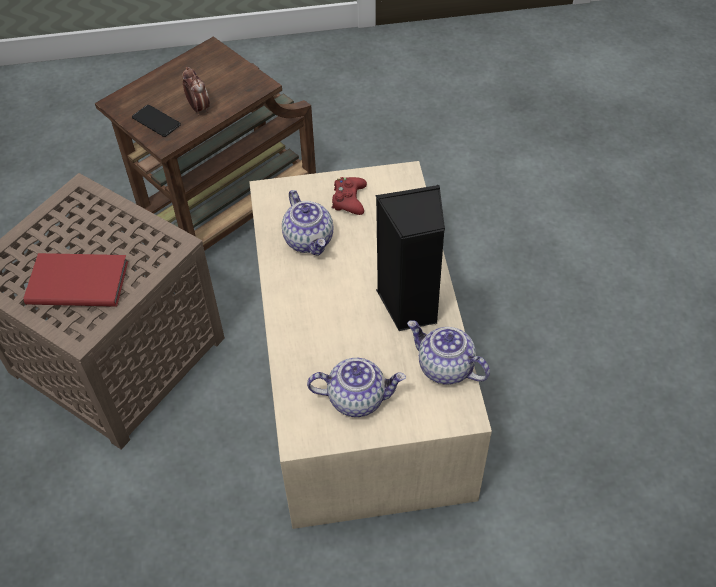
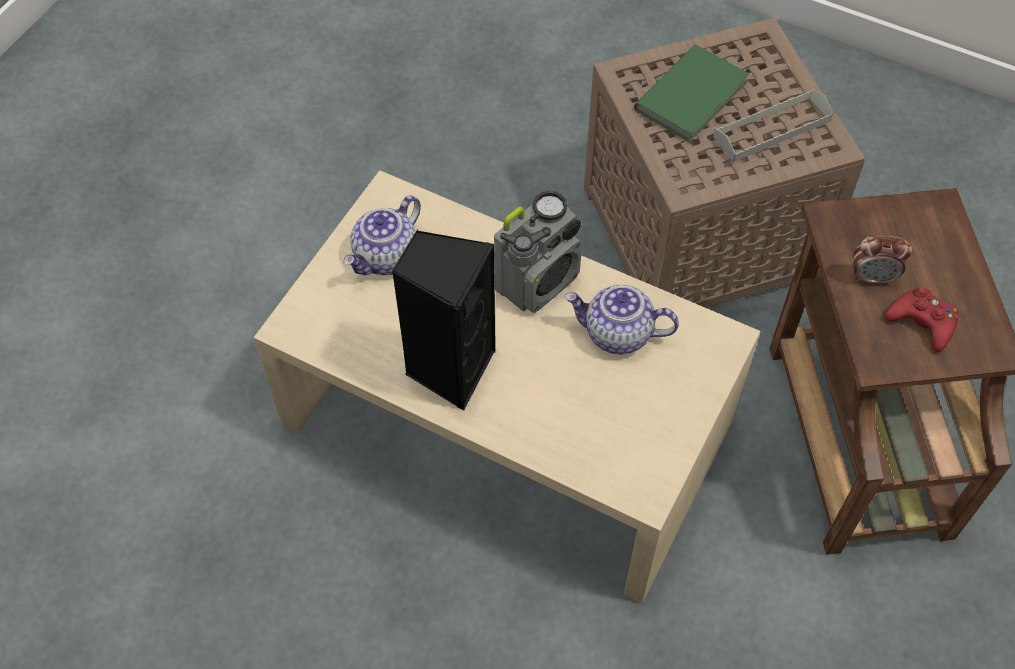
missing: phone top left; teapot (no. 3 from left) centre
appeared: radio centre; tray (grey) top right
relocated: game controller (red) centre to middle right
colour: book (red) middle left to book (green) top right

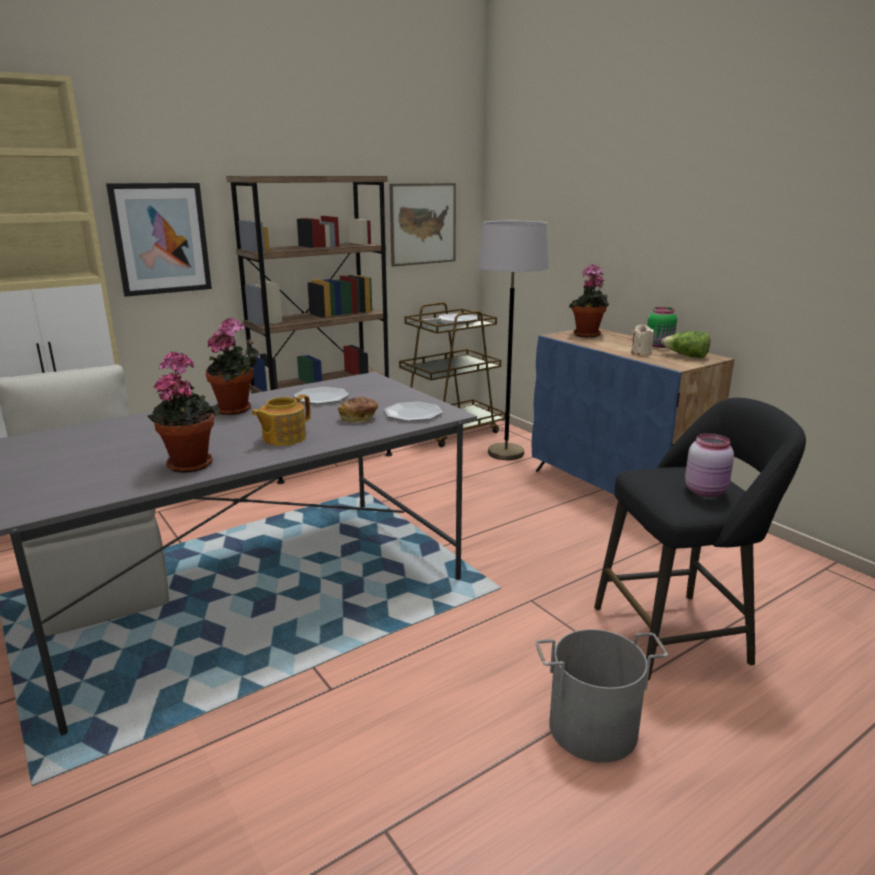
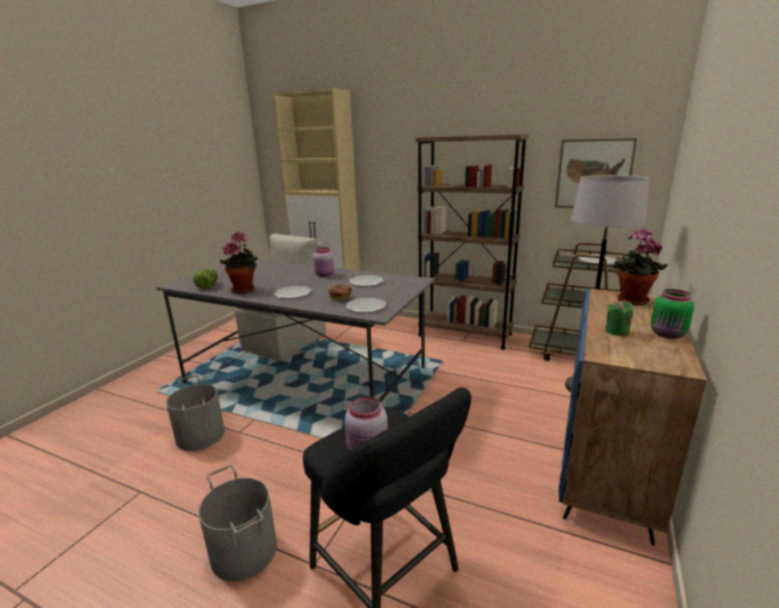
missing: picture (no. 1 from left) top left
appeared: bucket (grey) (no. 1 from left) bottom left
relocated: lettuce middle right to middle left
exchanged: potted plant (no. 2 from left) middle left to jar (pink) (no. 1 from left) centre; teapot middle left to plate (no. 1 from left) centre
colour: candle (beige) middle right to candle (green) middle right

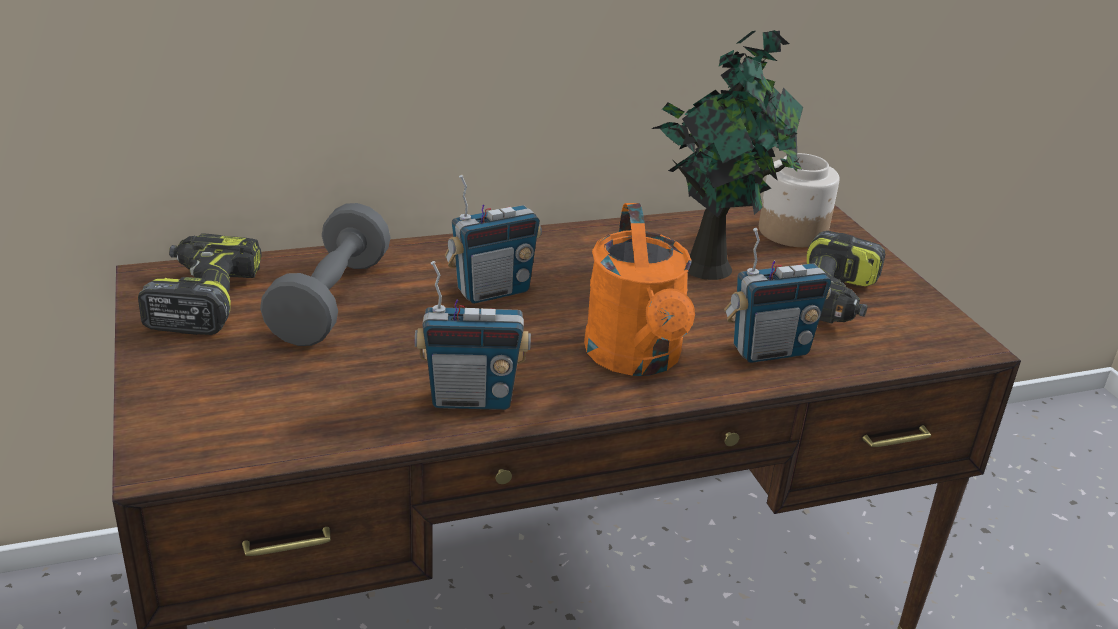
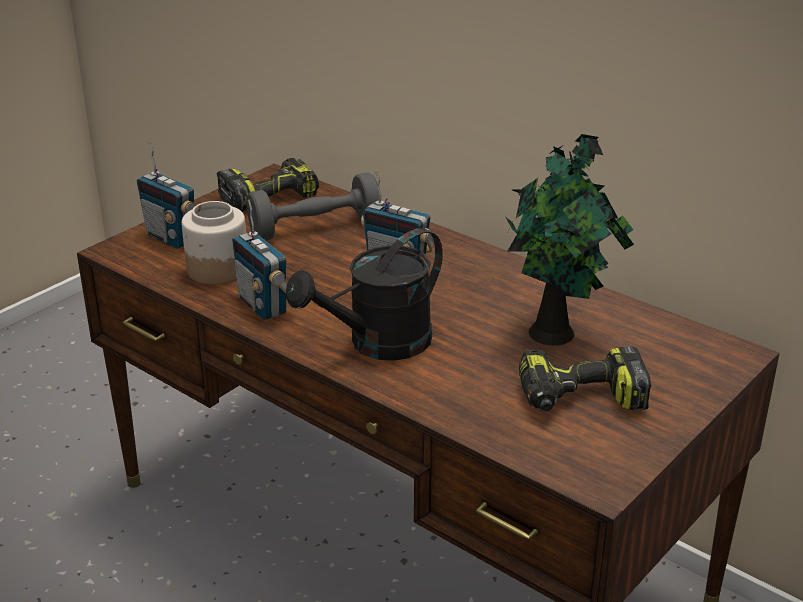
relocated: radio (no. 3 from left in the first image) middle right to radio (no. 1 from left) top left; jar top right to middle left
colour: watering can (orange) centre to watering can (black) centre

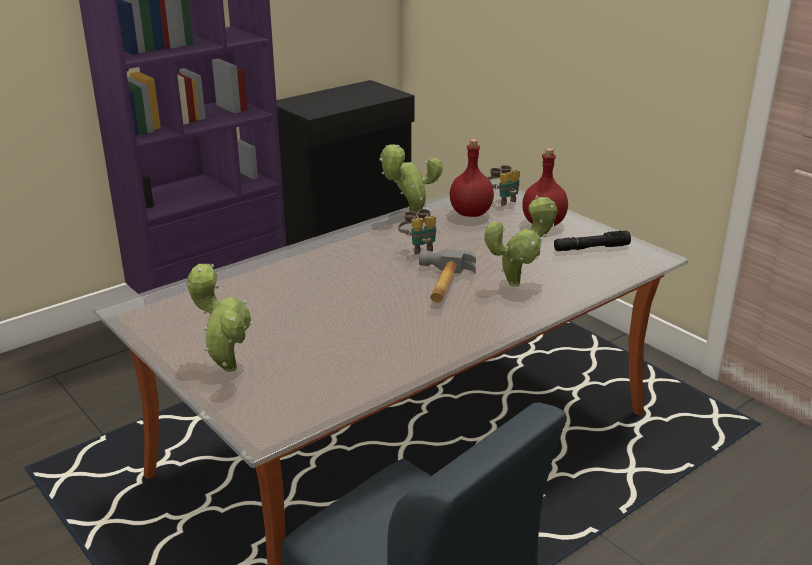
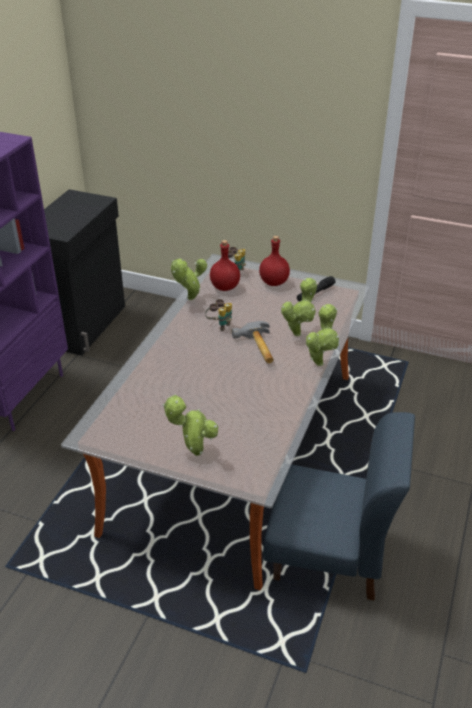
appeared: potted plant (no. 4 from left) middle right

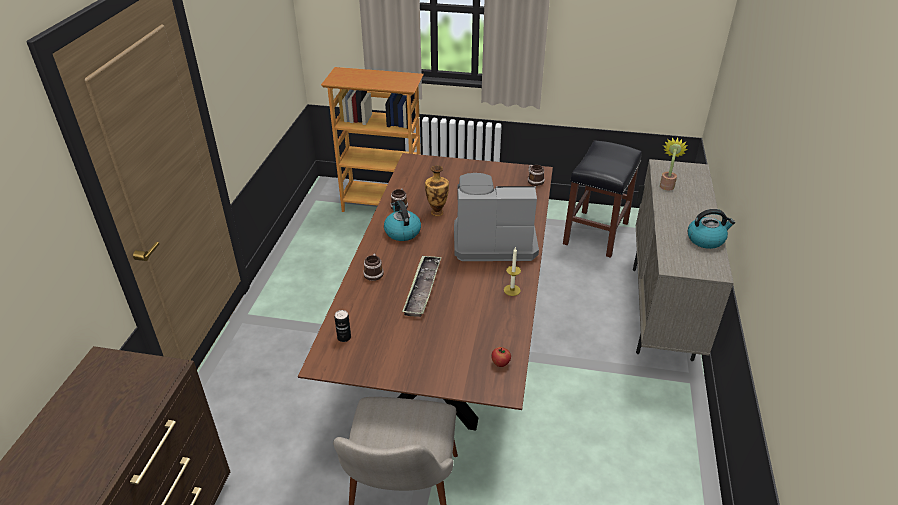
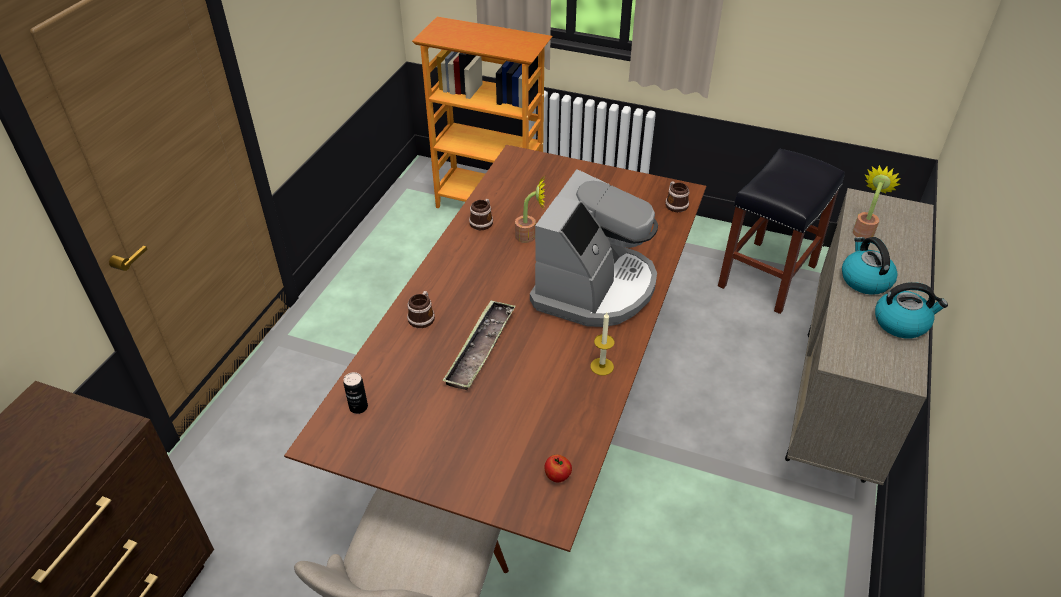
relocated: kettle (no. 1 from left) centre to middle right
exchanged: vase centre to potted plant (no. 1 from left) centre
spun: coffee machine centre = centre 105 degrees clockwise

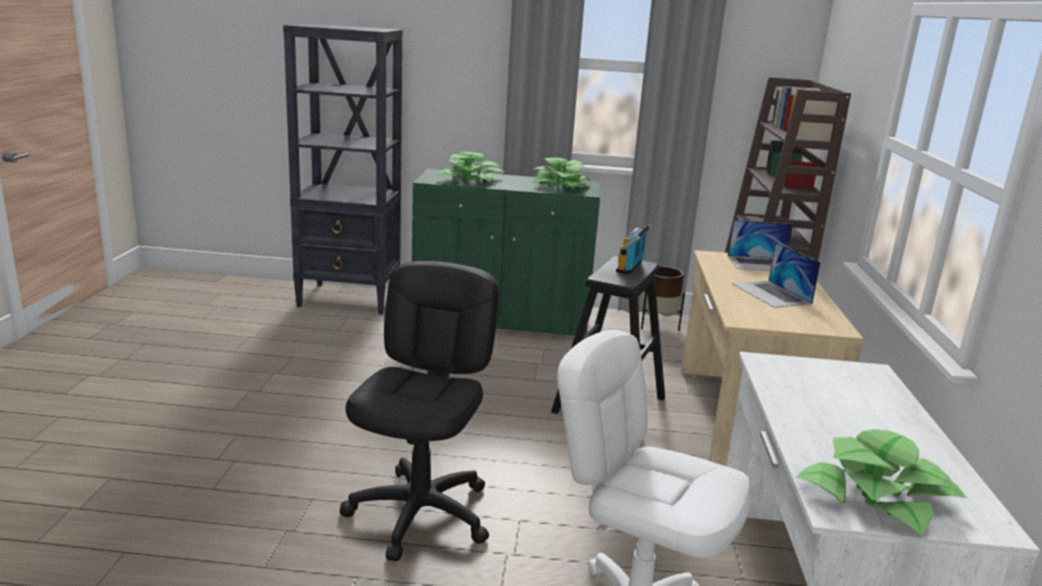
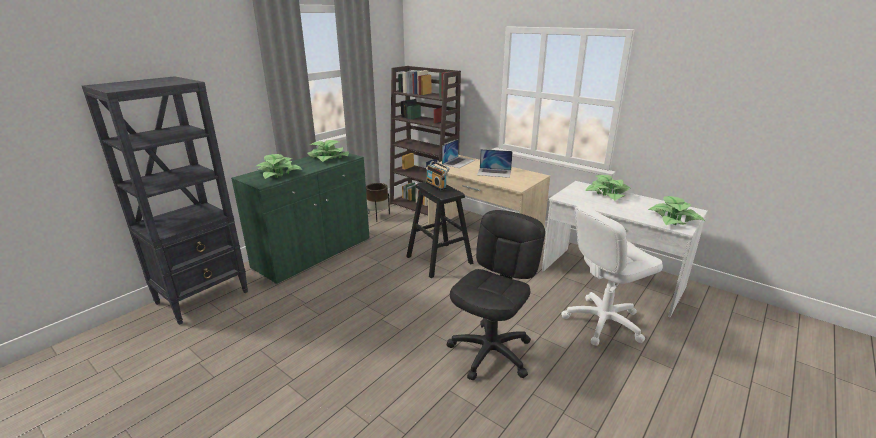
appeared: potted plant (no. 3 from left) middle right
spun: office chair (black) bottom centre = bottom centre 75 degrees clockwise

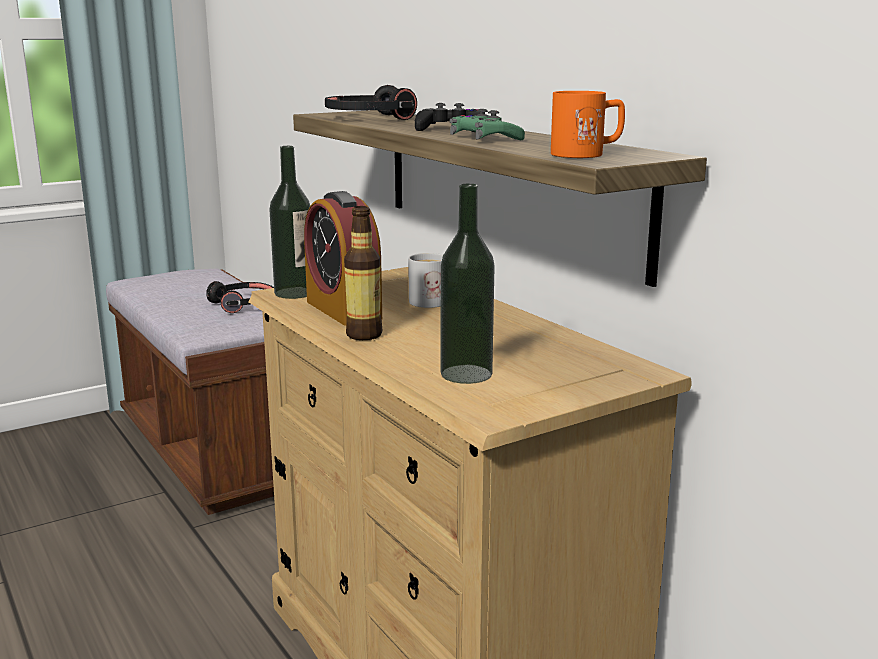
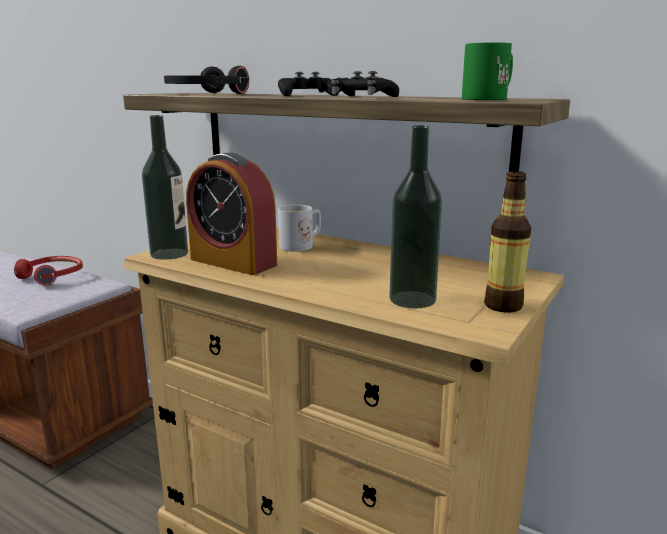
relocated: bottle (no. 2 from left in the first image) centre to bottle (no. 3 from left) middle right
colour: headphones (black) (no. 1 from left) middle left to headphones (red) middle left; game controller (green) top centre to game controller (black) (no. 2 from left) top centre; mug (orange) top right to mug (green) top right

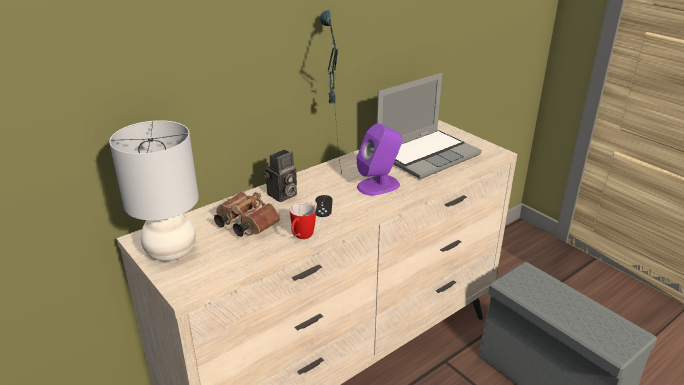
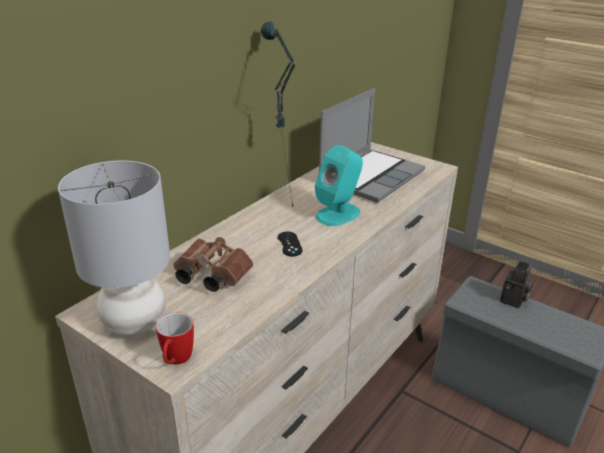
relocated: photo camera centre to middle right; mug centre to bottom left
colour: speaker (purple) centre to speaker (turquoise) centre

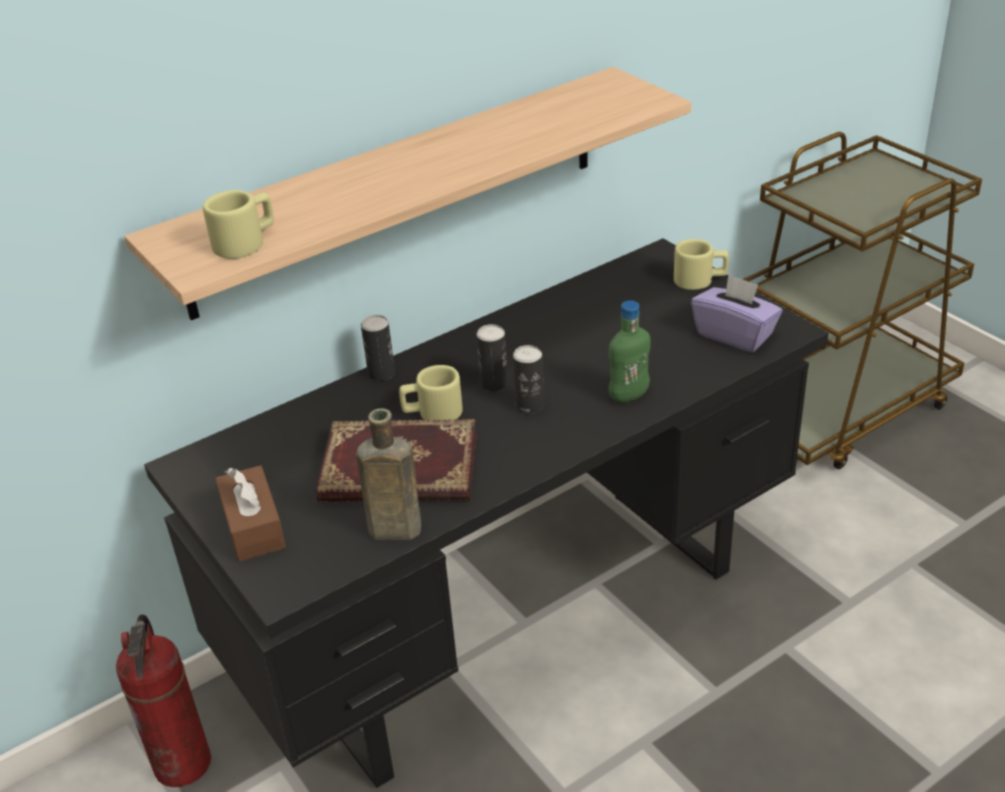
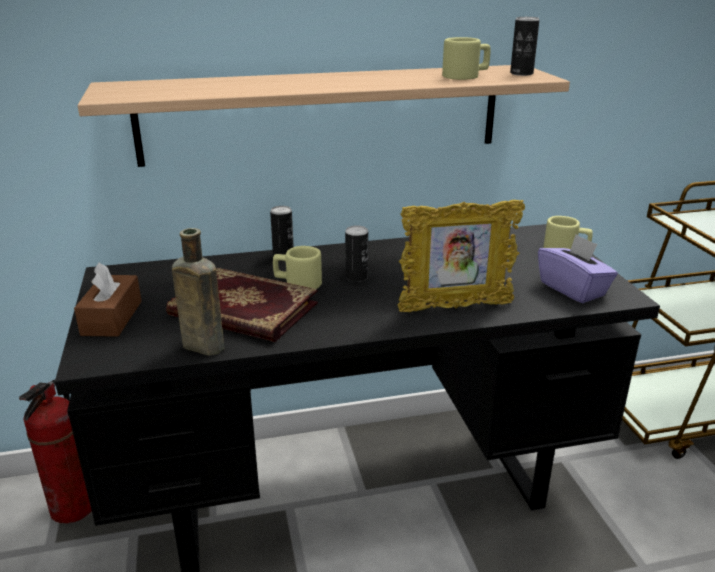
relocated: mug (beige) (no. 1 from left in the first image) top left to mug (beige) (no. 2 from left) top centre; can (no. 3 from left) centre to top right
exchanged: bottle (green) centre to picture frame centre

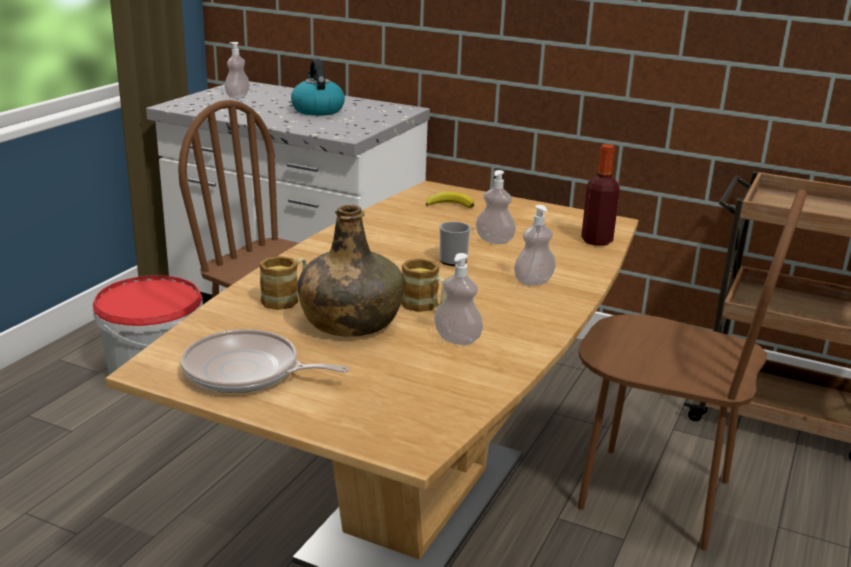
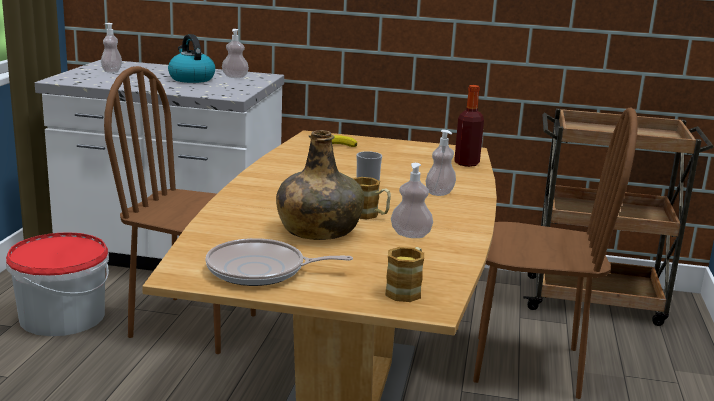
relocated: mug (no. 1 from left in the first image) middle left to mug (no. 3 from left) bottom centre; soap dispenser (no. 3 from left in the first image) centre to soap dispenser (no. 2 from left) top left

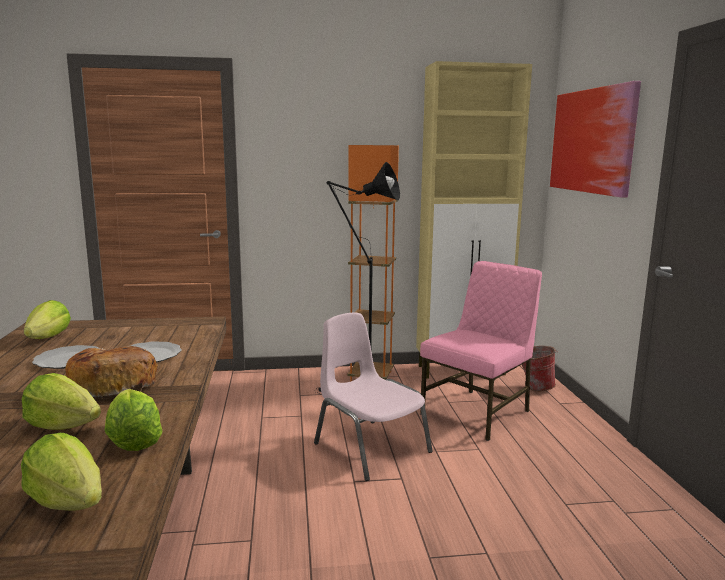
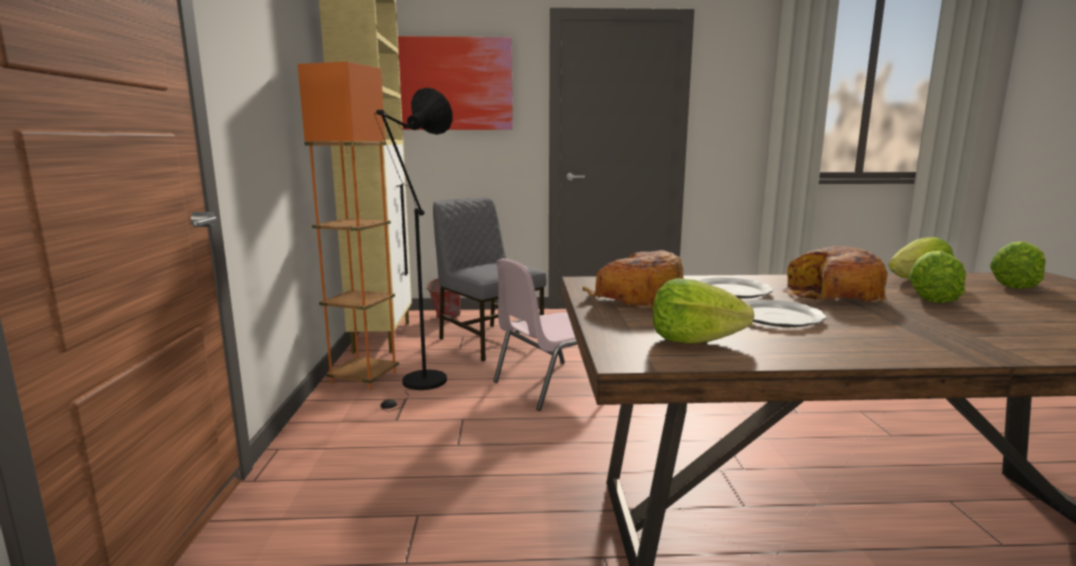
appeared: bread (no. 1 from left) centre
colour: chair (pink) (no. 2 from left) centre to chair (grey) centre

